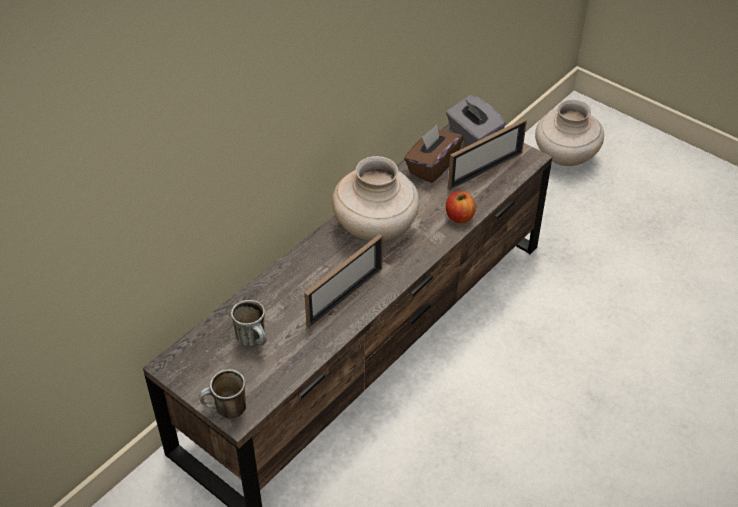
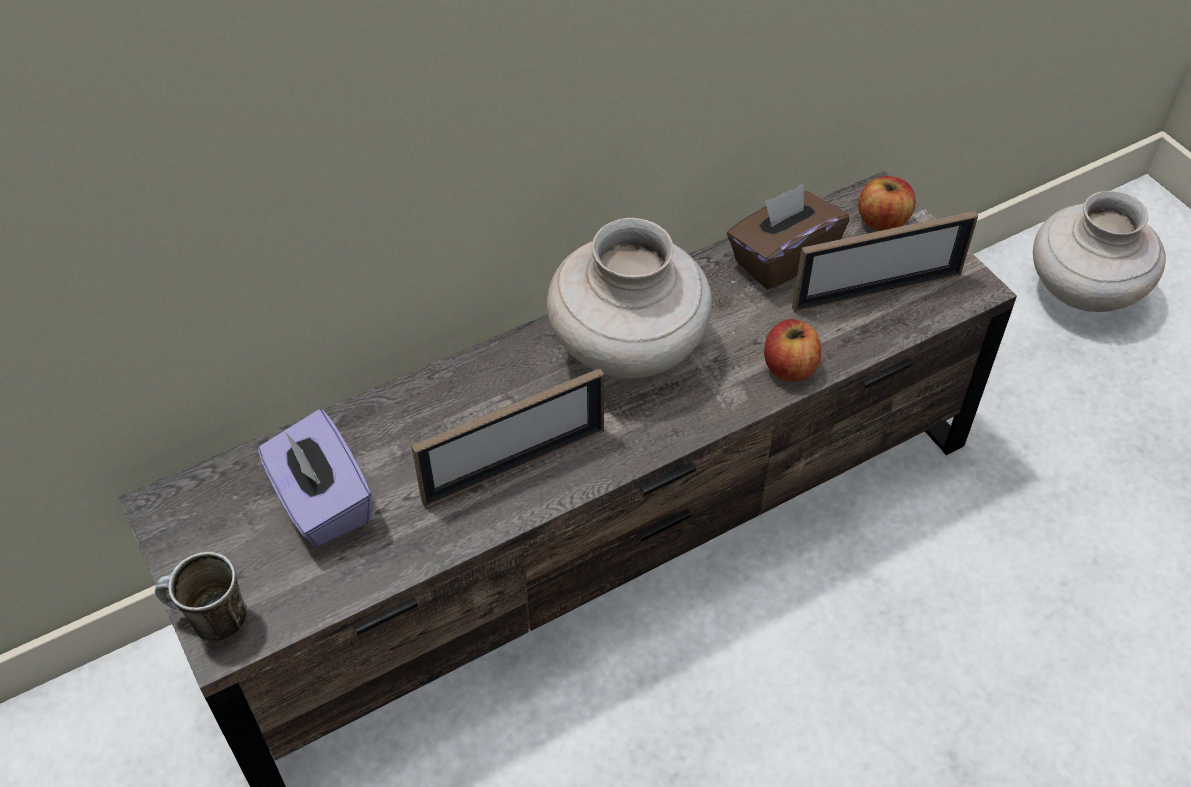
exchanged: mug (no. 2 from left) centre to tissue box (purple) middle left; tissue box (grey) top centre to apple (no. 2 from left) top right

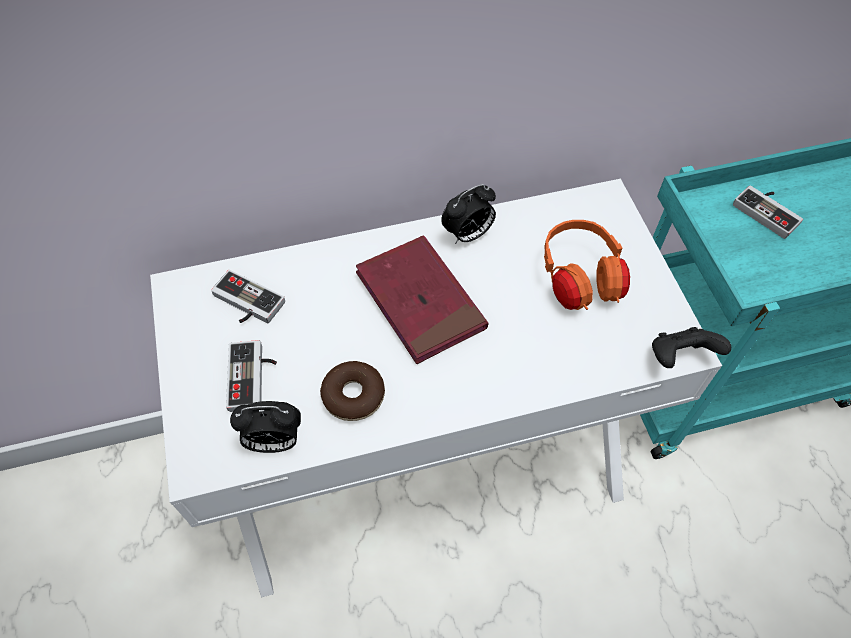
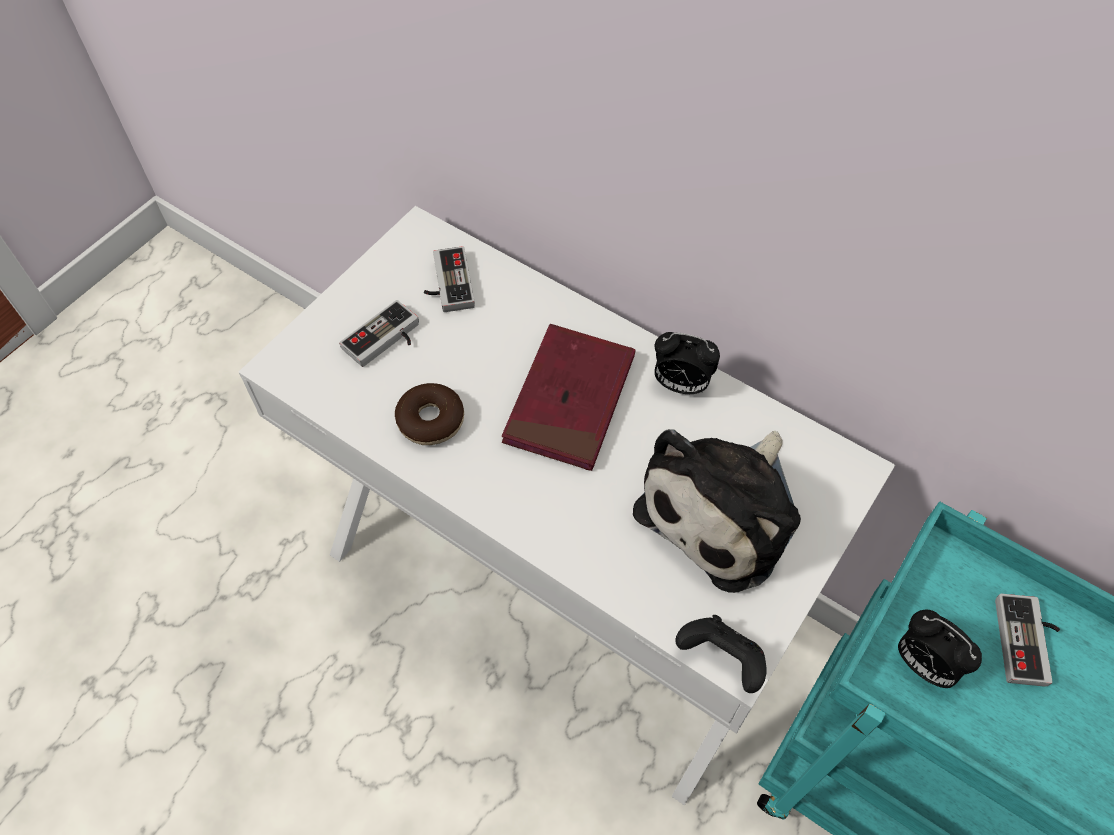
relocated: alarm clock (no. 1 from left in the first image) bottom left to alarm clock (no. 2 from left) bottom right
exchanged: headphones (orange) middle right to plush toy centre

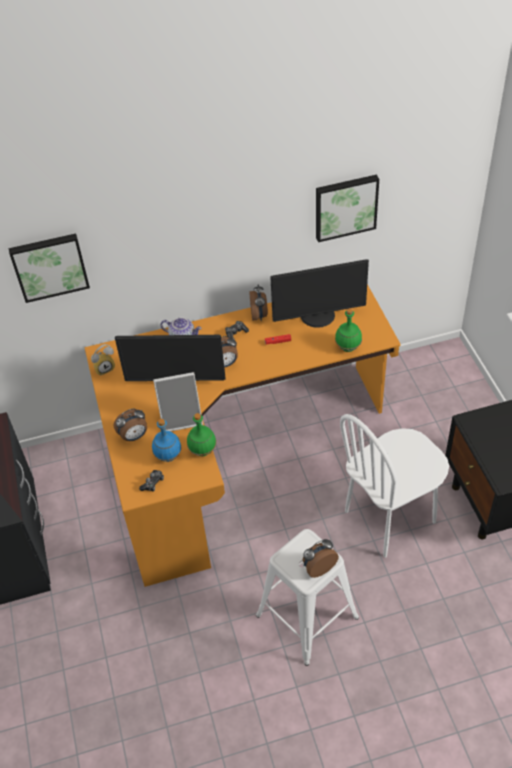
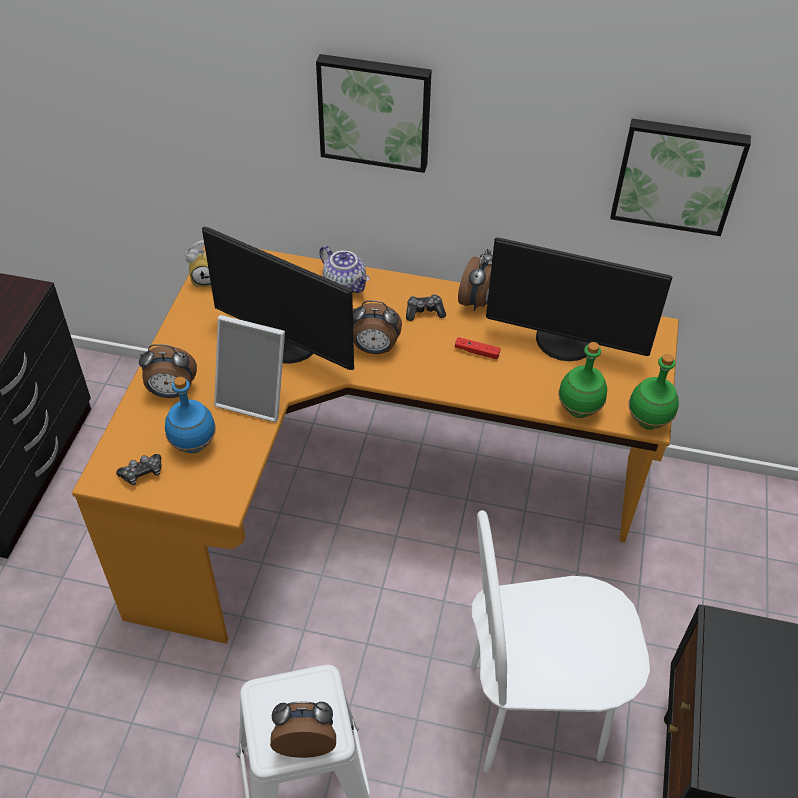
relocated: picture (no. 1 from left) middle left to top centre; bottle (green) (no. 1 from left in the first image) centre to bottle (green) (no. 2 from left) middle right

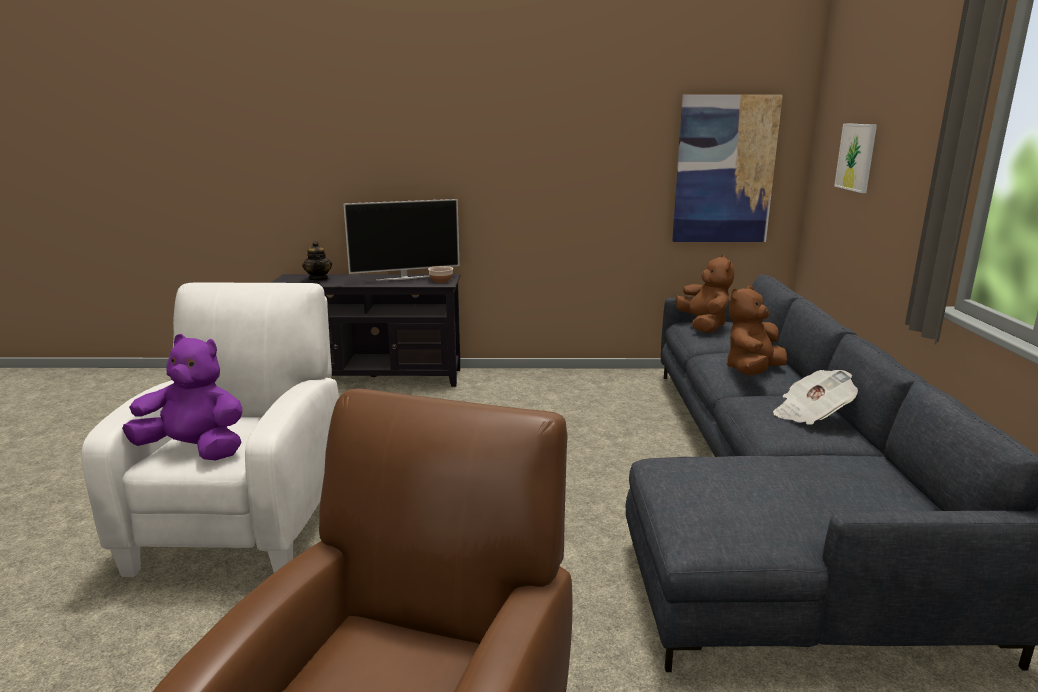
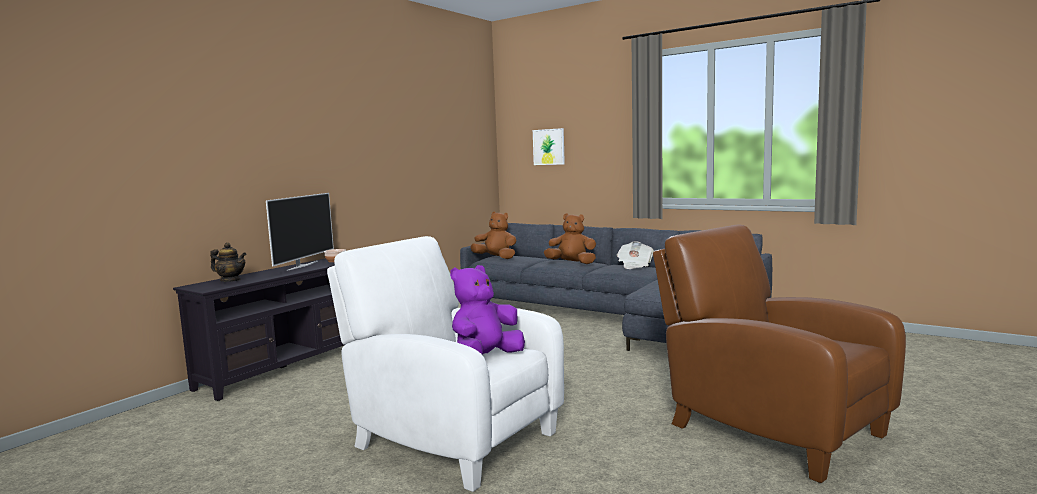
missing: picture (no. 1 from left) top right
spun: plush toy (brown) (no. 2 from left) middle right = centre 120 degrees clockwise

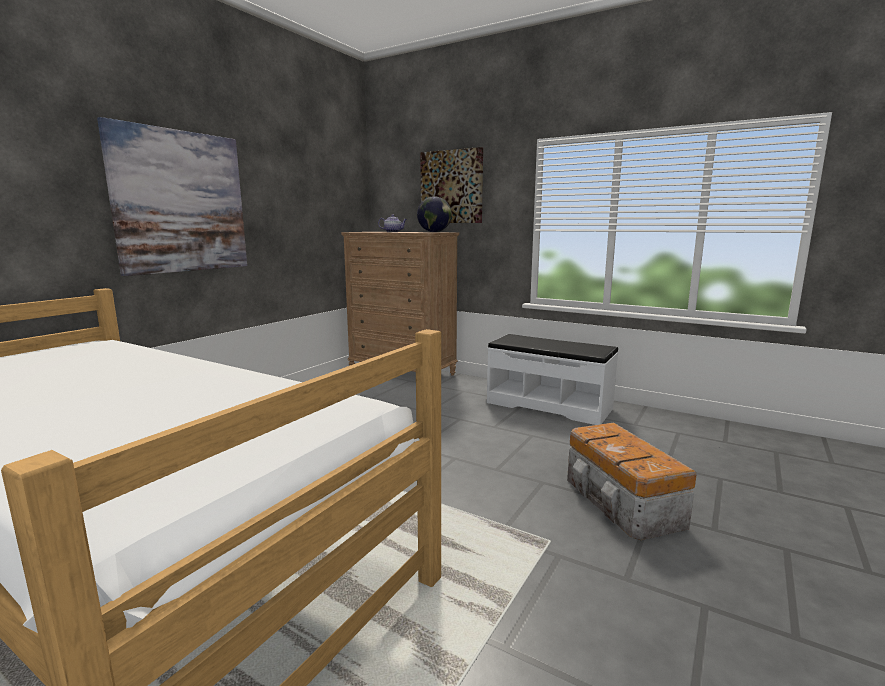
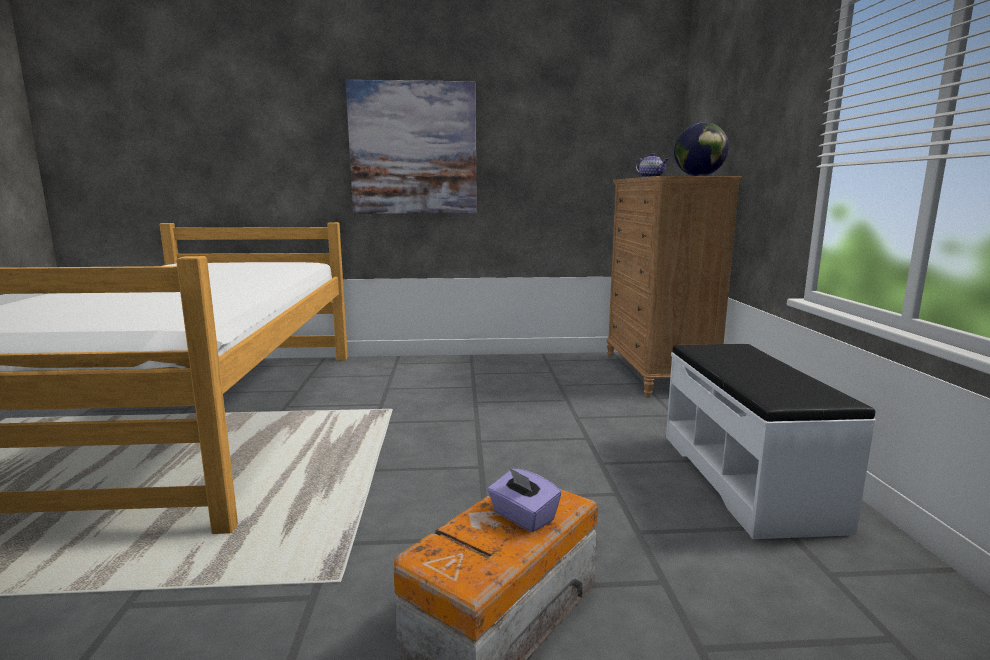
missing: picture (no. 2 from left) top centre
appeared: tissue box (purple) bottom centre

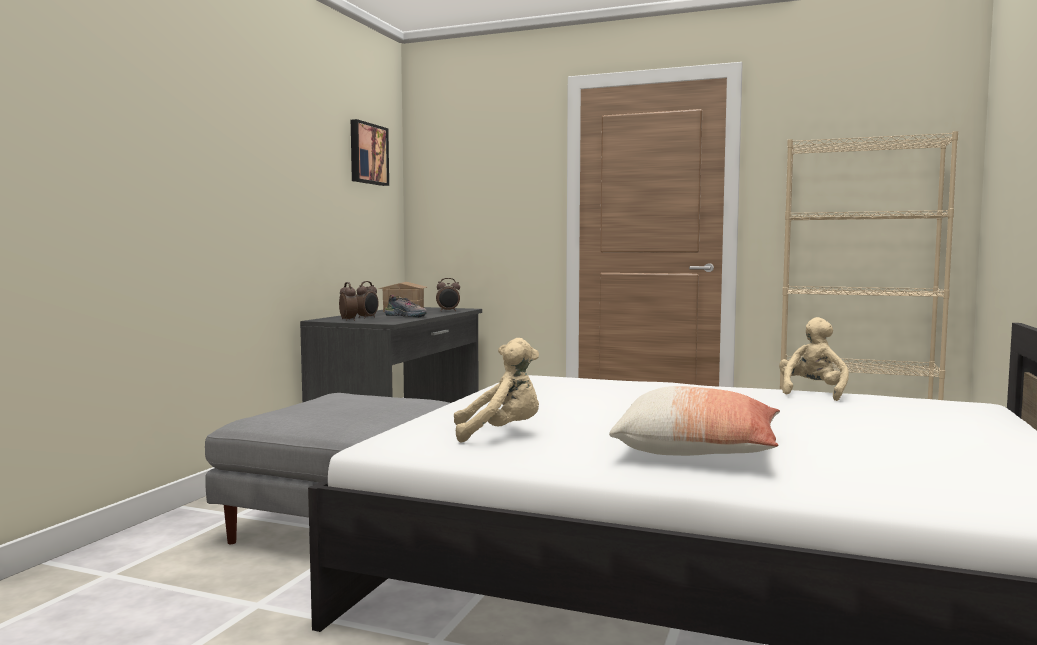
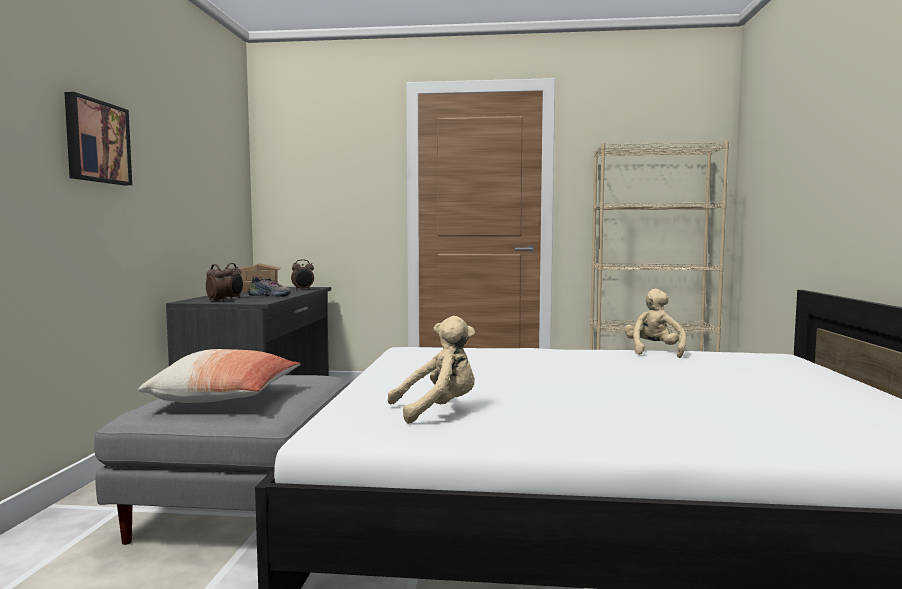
relocated: picture top centre to top left; pillow middle right to middle left

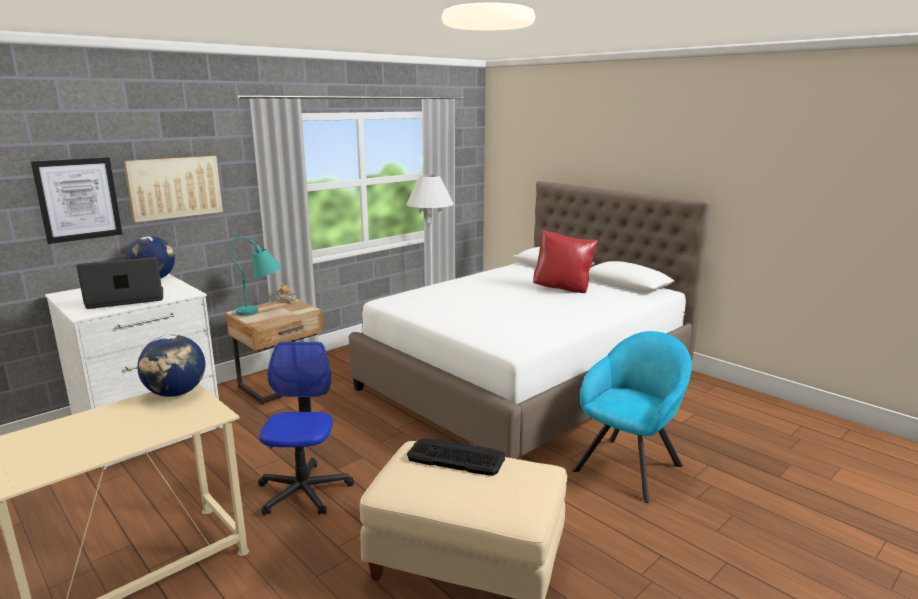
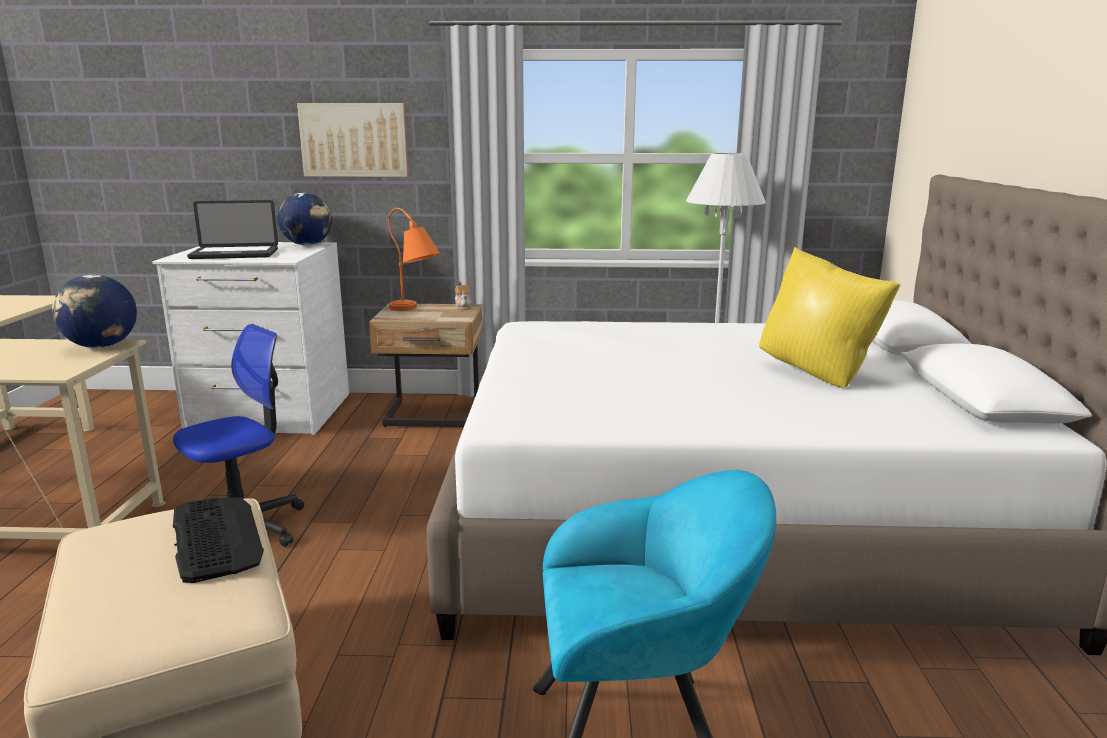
missing: picture (no. 1 from left) middle left
colour: table lamp (turquoise) middle left to table lamp (orange) centre; pillow (red) centre to pillow (yellow) middle right
spun: laptop middle left = top left 150 degrees clockwise

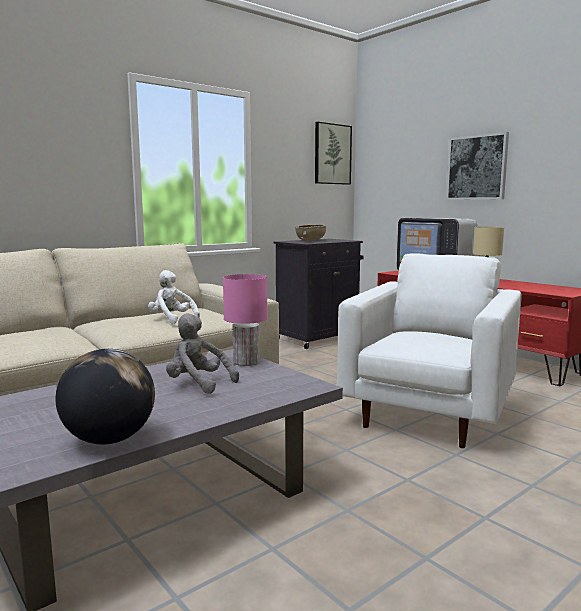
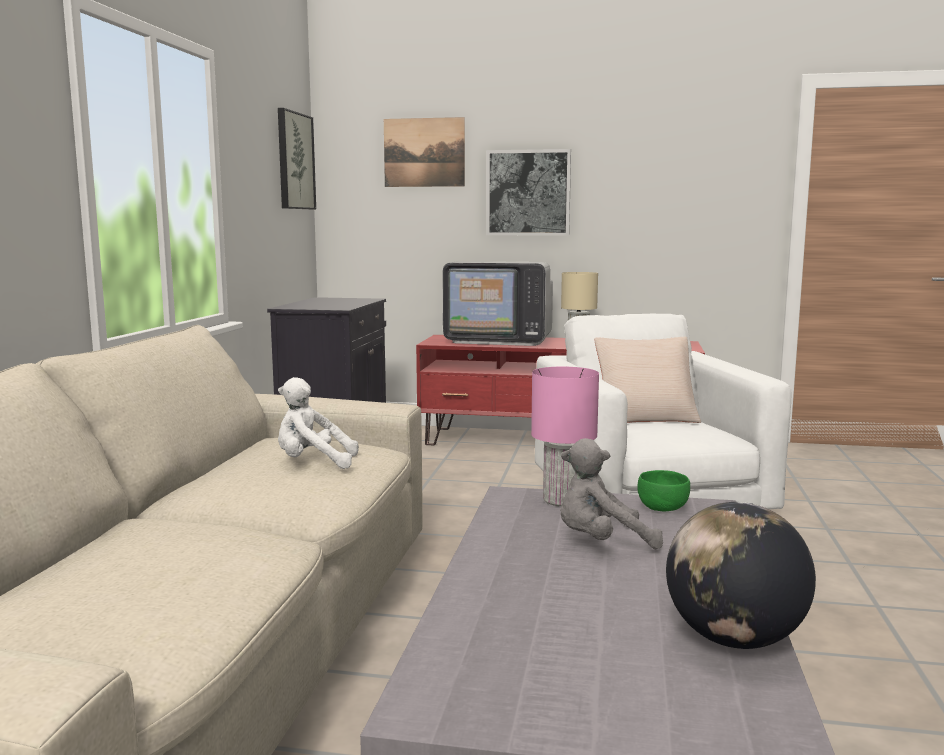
missing: bowl (brown) centre
appeared: picture (no. 2 from left) top centre; pillow (beige) middle right; bowl (green) middle right

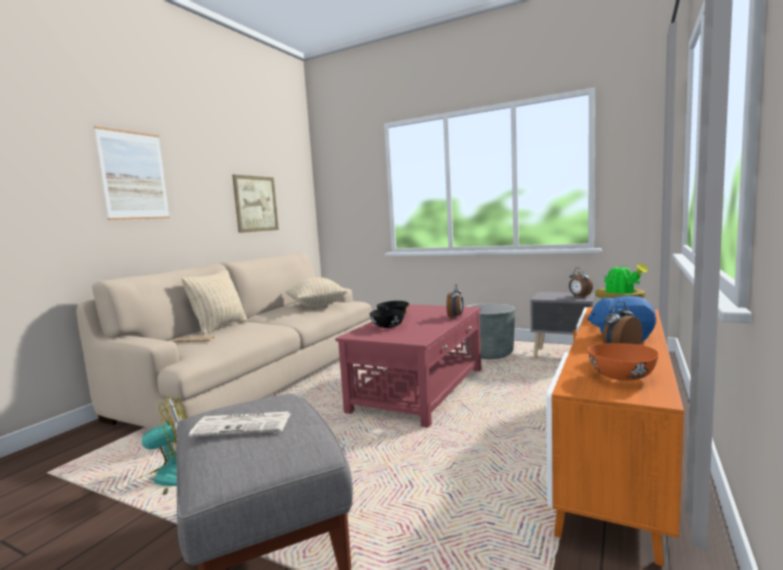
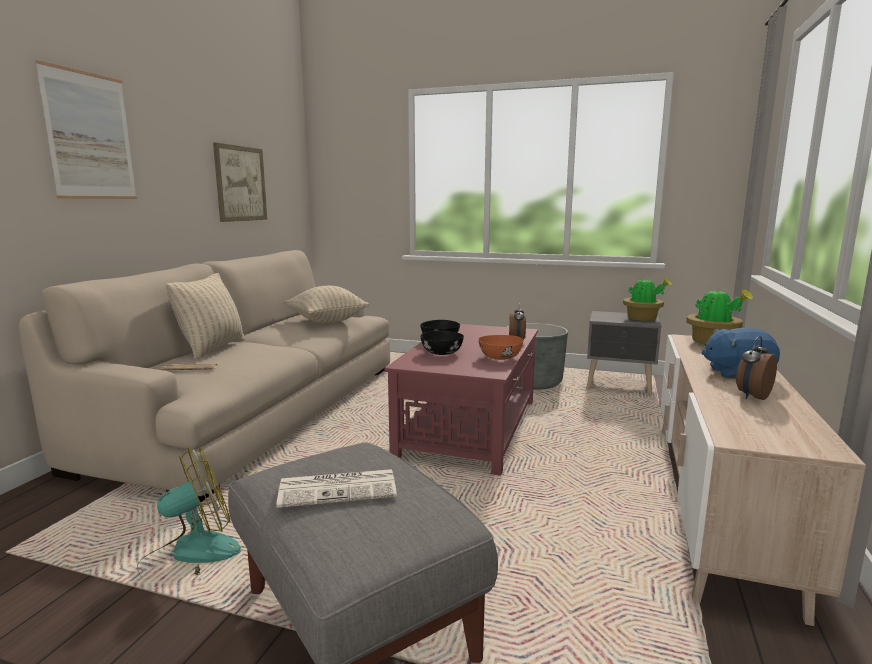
relocated: bowl (orange) middle right to centre
exchanged: alarm clock (no. 2 from left) middle right to potted plant (no. 1 from left) middle right
colour: tv stand (orange) bottom right to tv stand (beige) bottom right

